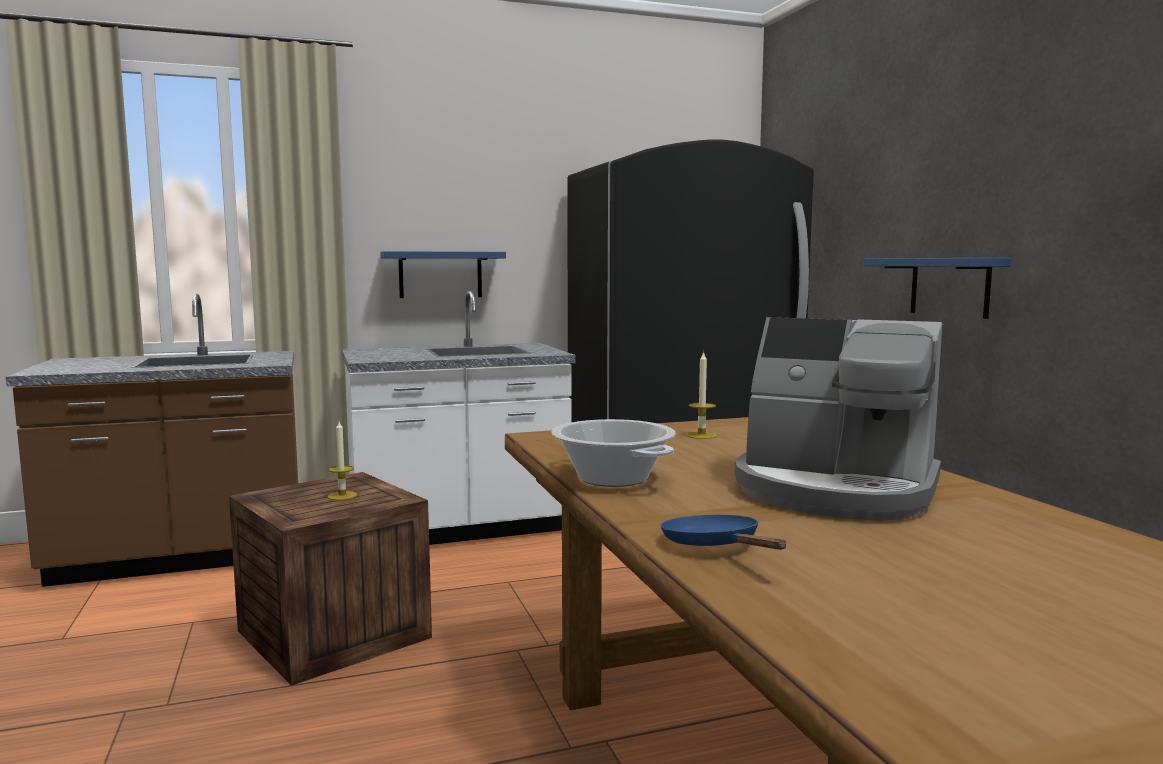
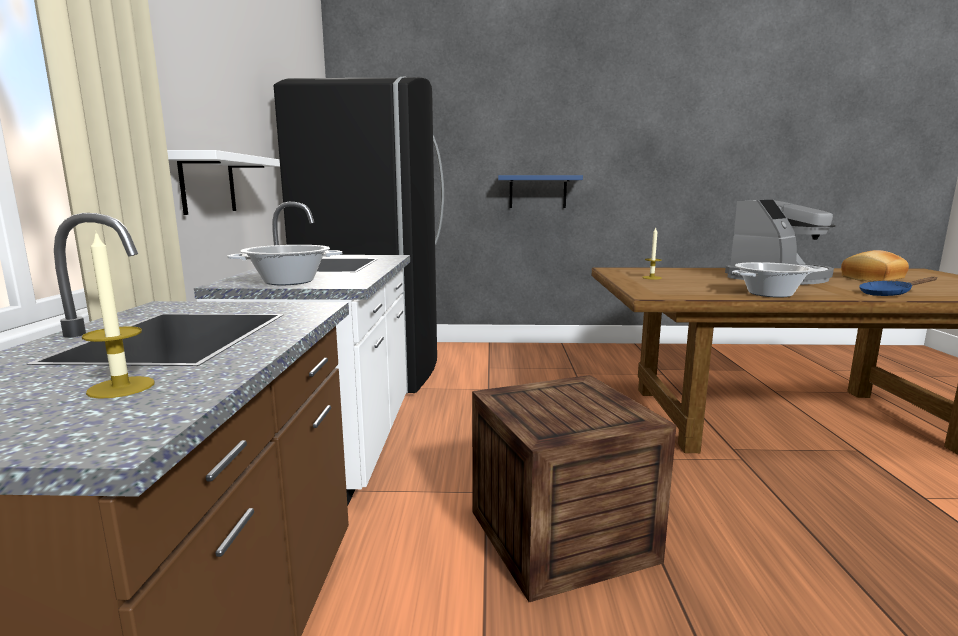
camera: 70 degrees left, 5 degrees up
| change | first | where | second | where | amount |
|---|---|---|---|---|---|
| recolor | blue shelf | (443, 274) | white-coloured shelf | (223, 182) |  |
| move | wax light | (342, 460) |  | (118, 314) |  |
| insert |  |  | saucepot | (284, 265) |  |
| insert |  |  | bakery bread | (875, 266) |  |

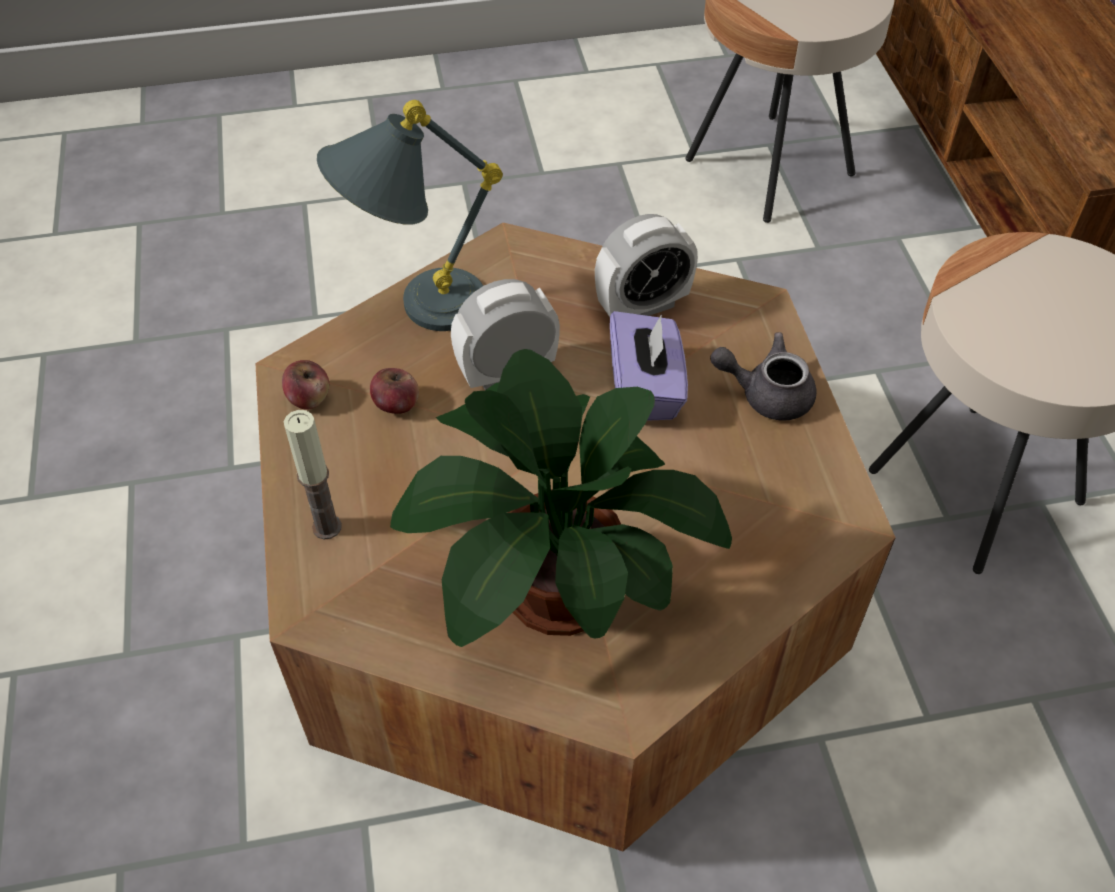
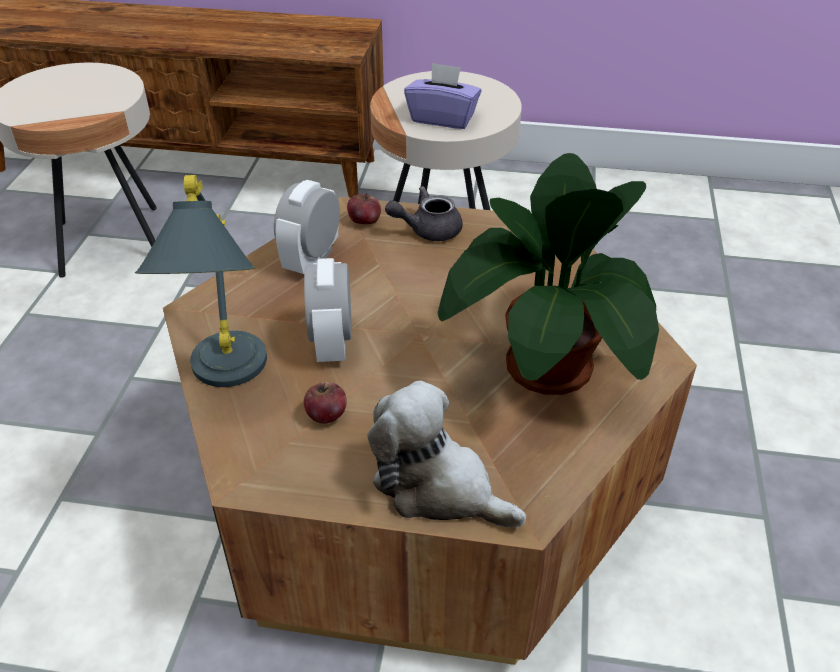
camera: 70 degrees left, 10 degrees down
| change | first | where | second | where | amount |
|---|---|---|---|---|---|
| rotate | bedside clock | (646, 265) |  | (307, 227) | 150 degrees counterclockwise |
| move | purplish tissue box | (649, 366) |  | (443, 95) |  |
| rotate | gray pot for tea | (763, 376) |  | (424, 213) | 45 degrees clockwise |
| move | apple | (305, 385) |  | (364, 208) |  |
| replace | wax light | (313, 475) | cuddly toy | (446, 453) |  |

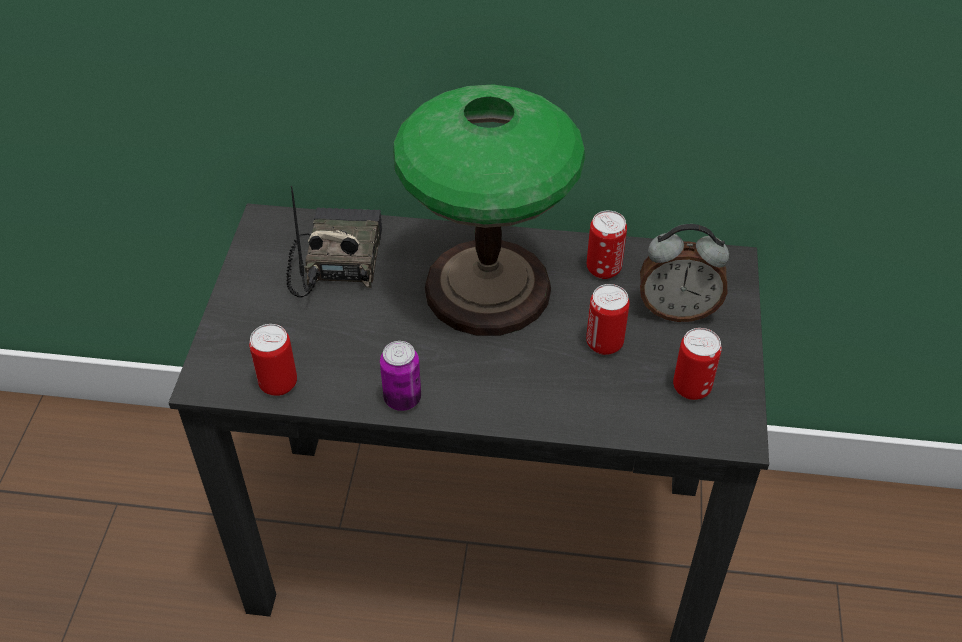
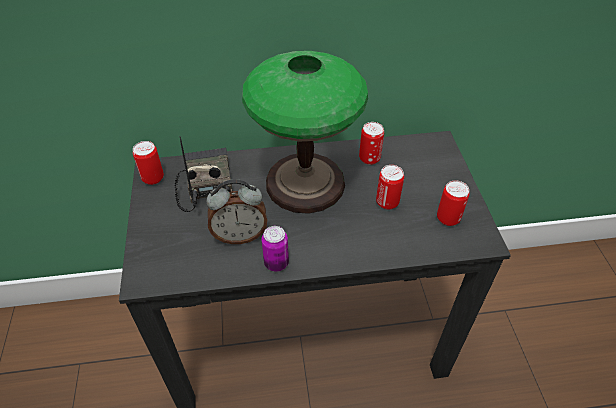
camera: 15 degrees left, 0 degrees up
| change | first | where | second | where | amount |
|---|---|---|---|---|---|
| move | bedside clock | (684, 273) |  | (236, 211) |  |
| move | can | (273, 360) |  | (148, 163) |  |

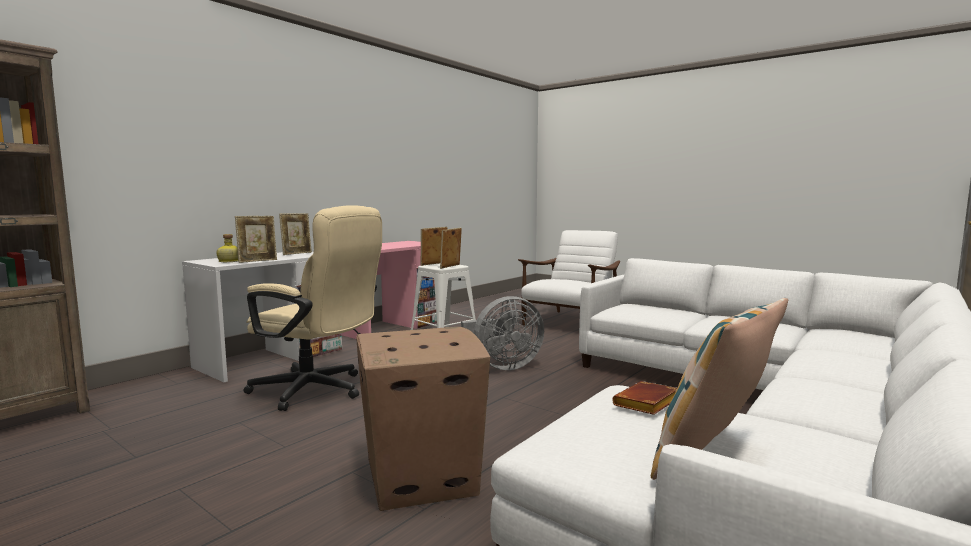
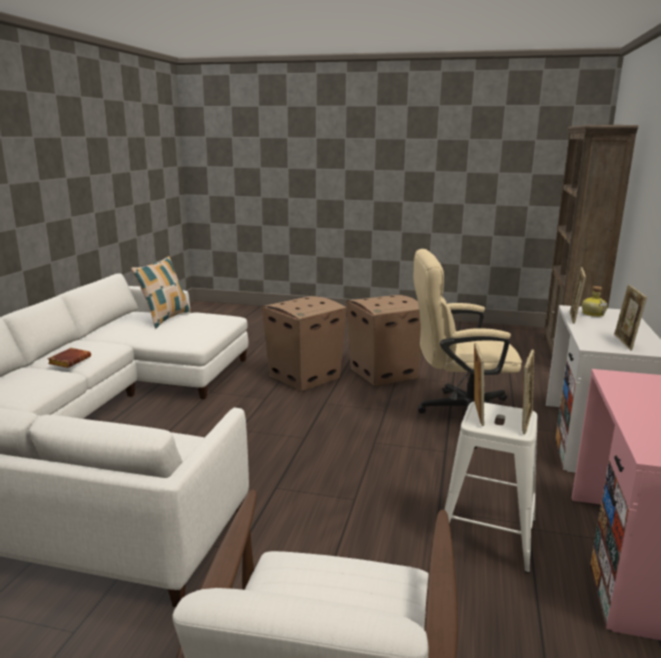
camera: 155 degrees right, 10 degrees up
| change | first | where | second | where | amount |
|---|---|---|---|---|---|
| delete | gray fan | (502, 333) |  |  |  |
| move | brown bound book | (644, 398) |  | (69, 358) |  |
| insert |  |  | carton | (384, 340) |  |

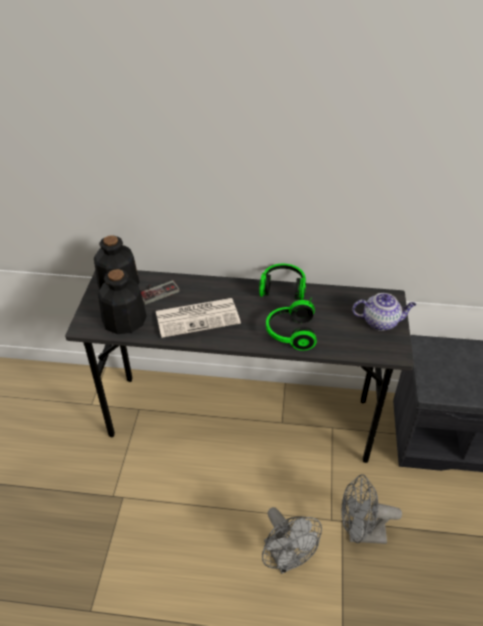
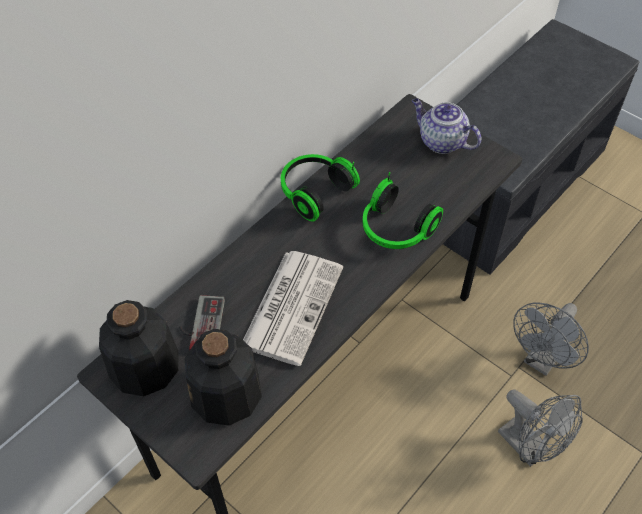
camera: 55 degrees left, 10 degrees up
| change | first | where | second | where | amount |
|---|---|---|---|---|---|
| rotate | pot for tea | (384, 312) |  | (447, 126) | 90 degrees counterclockwise |
| rotate | gray fan | (292, 540) |  | (540, 428) | 45 degrees clockwise |

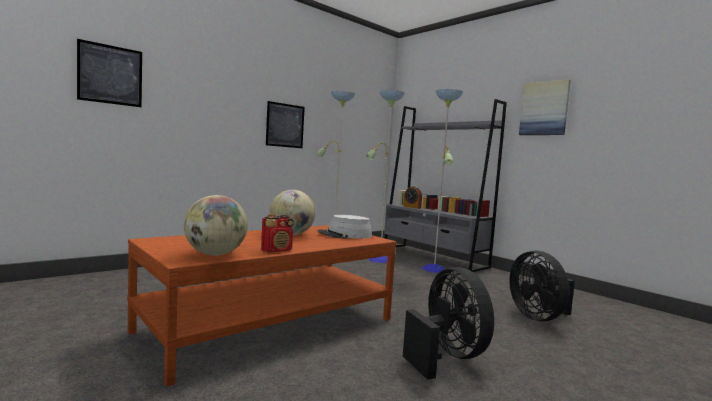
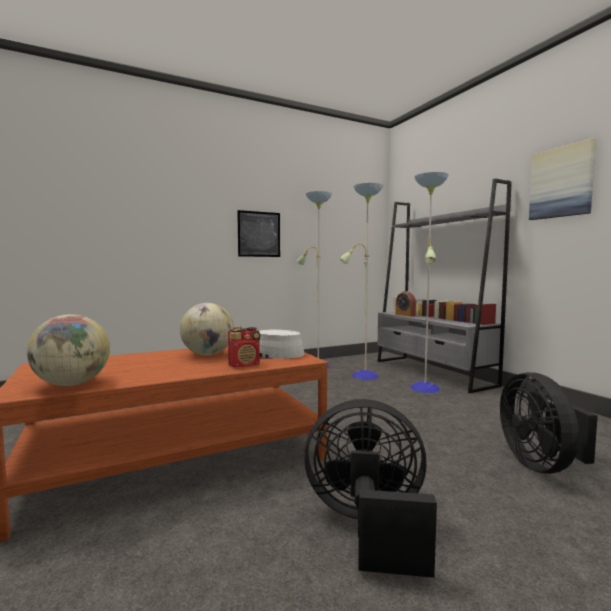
camera: 15 degrees right, 0 degrees up
| change | first | where | second | where | amount |
|---|---|---|---|---|---|
| delete | picture | (109, 73) |  |  |  |
| move | radio | (277, 233) |  | (244, 346) |  |
| rotate | black-coloured fan | (448, 323) |  | (370, 488) | 75 degrees counterclockwise |

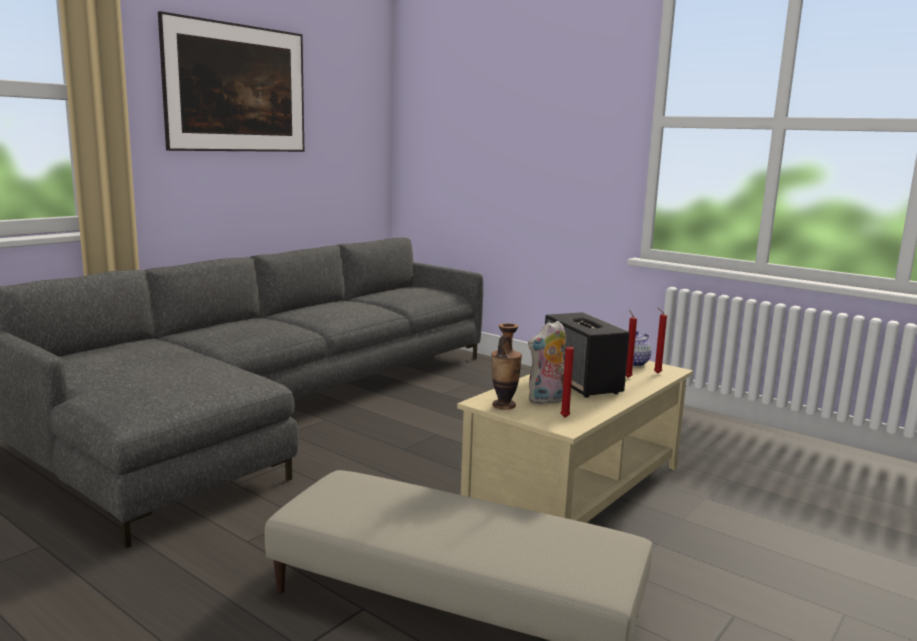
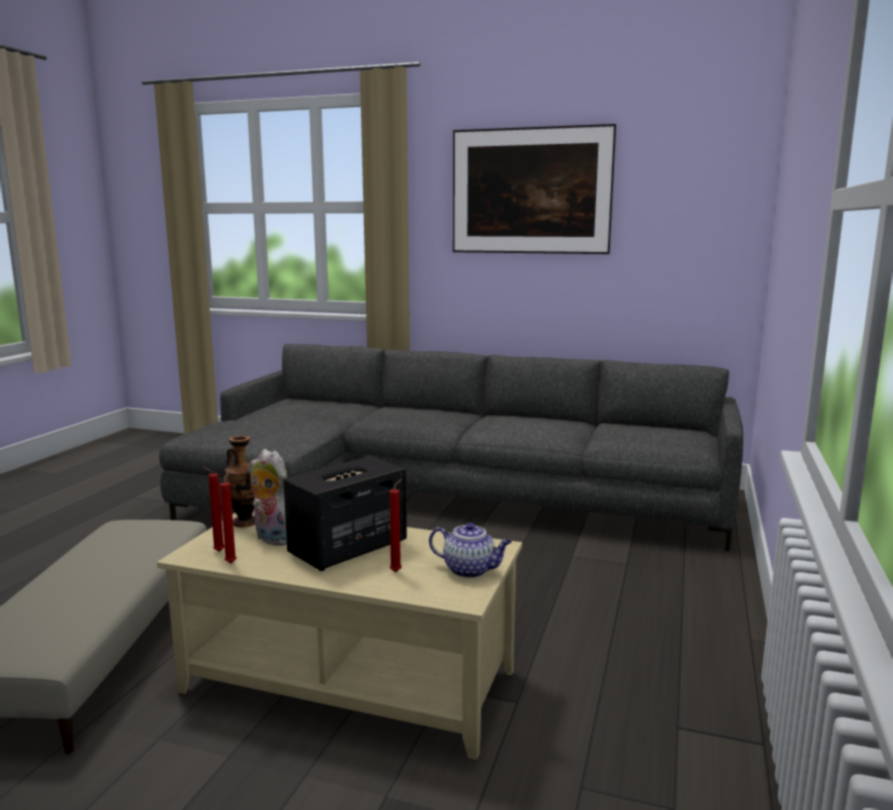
camera: 70 degrees right, 0 degrees up
| change | first | where | second | where | amount |
|---|---|---|---|---|---|
| move | reddish wax light | (660, 340) |  | (228, 517) |  |

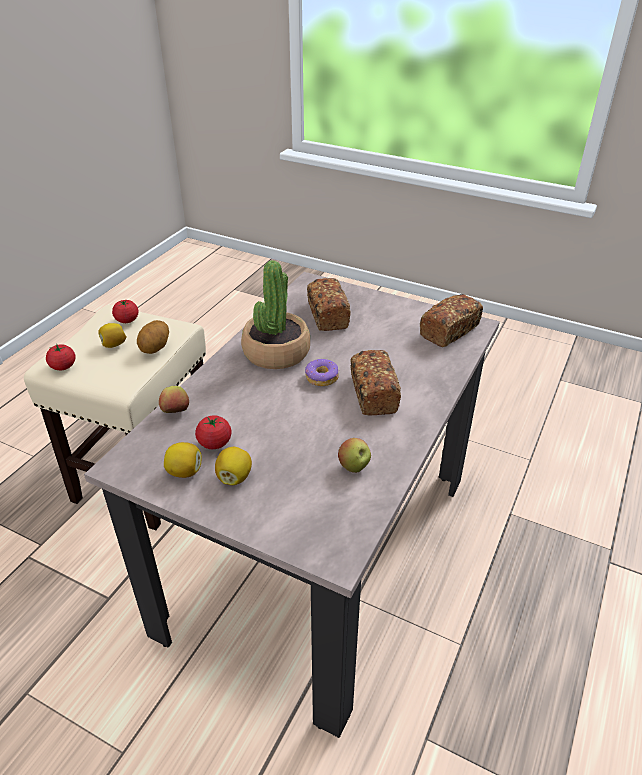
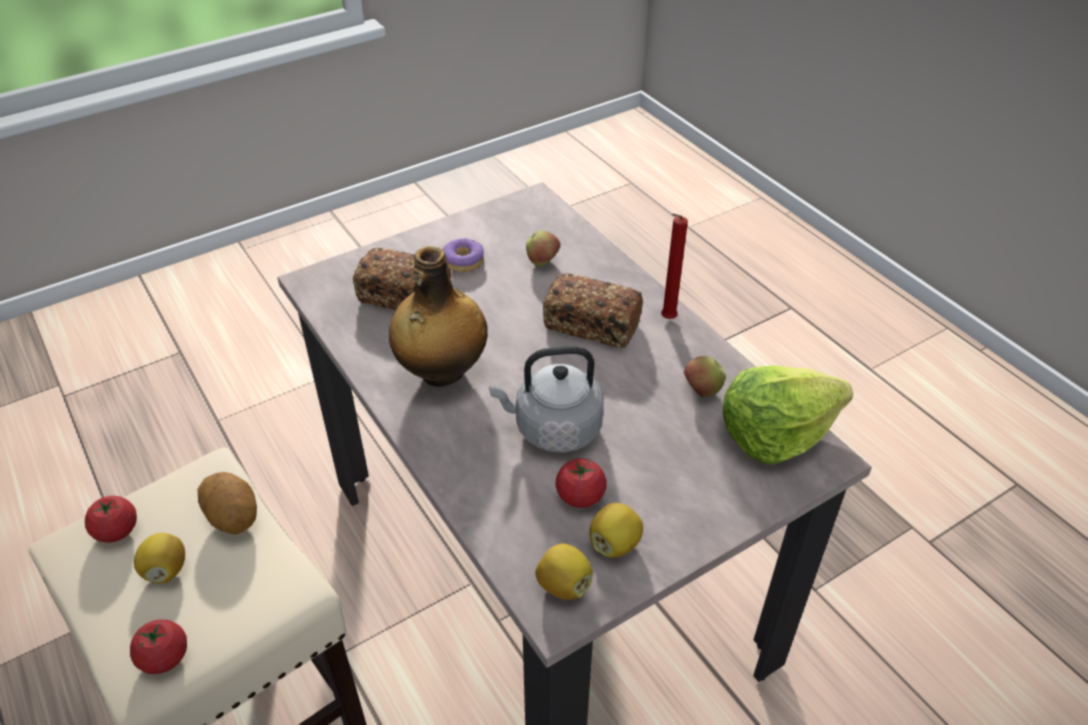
camera: 60 degrees left, 5 degrees up
| change | first | where | second | where | amount |
|---|---|---|---|---|---|
| replace | plant in a pot | (275, 314) | drink bottle | (438, 316) |  |
| delete | bakery bread | (451, 320) |  |  |  |
| move | doughnut | (322, 372) |  | (463, 255) |  |
| move | apple | (174, 399) |  | (543, 249) |  |
| move | whole lemon | (233, 466) |  | (564, 571) |  |
| insert |  |  | reddish wax light | (674, 266) |  |
| insert |  |  | gray water kettle | (546, 399) |  |
| insert |  |  | lettuce head | (788, 414) |  |

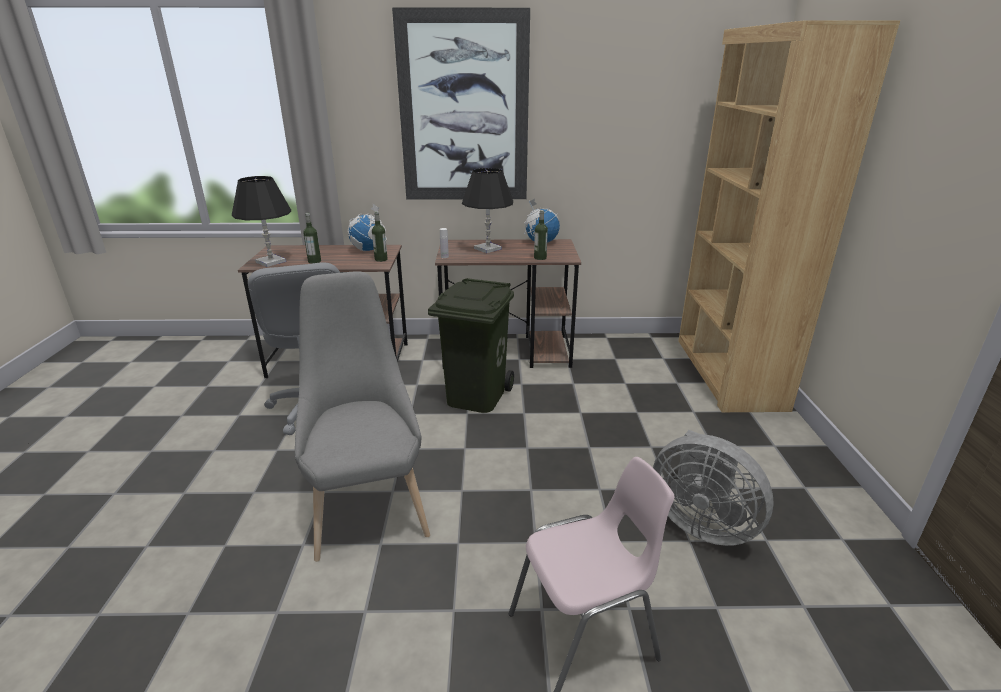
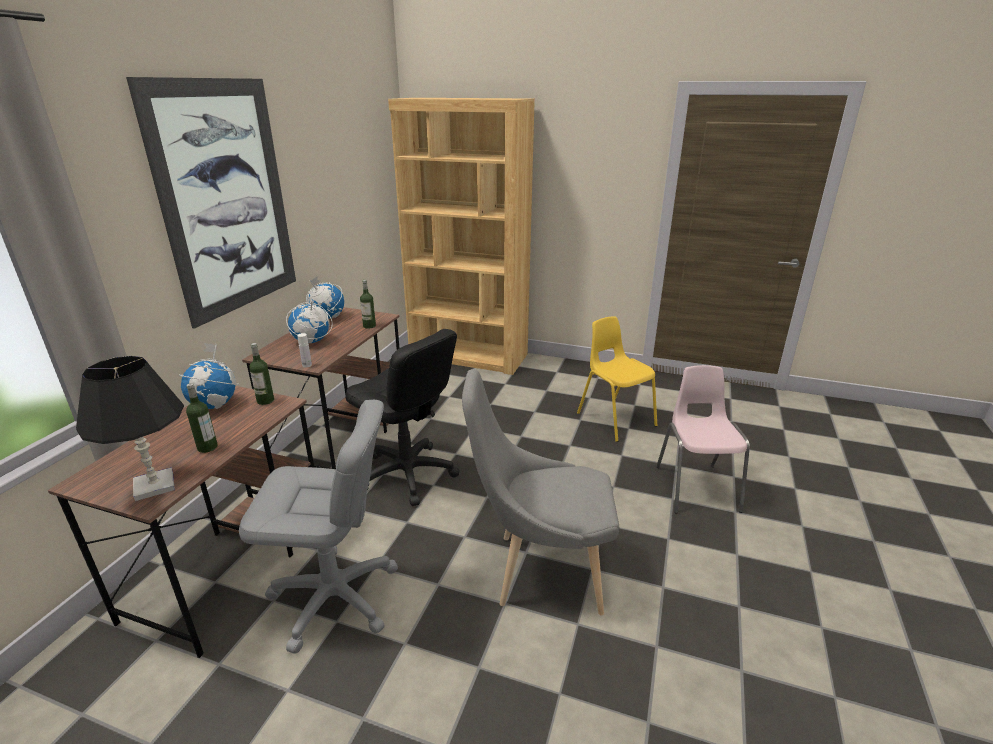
camera: 70 degrees left, 0 degrees up
| change | first | where | second | where | amount |
|---|---|---|---|---|---|
| replace | black-coloured tabletop lamp | (487, 210) | globe | (309, 321) |  |
| replace | green-coloured waste bin | (471, 345) | black-coloured computer chair | (402, 417) |  |
| replace | gray fan | (713, 488) | yellowish chair | (617, 379) |  |

